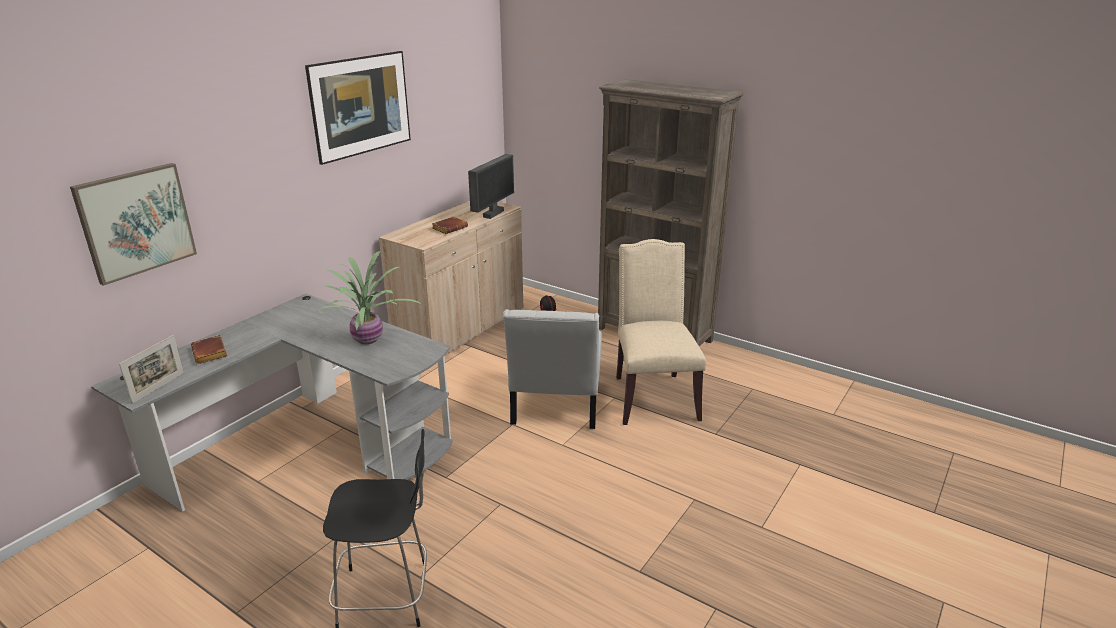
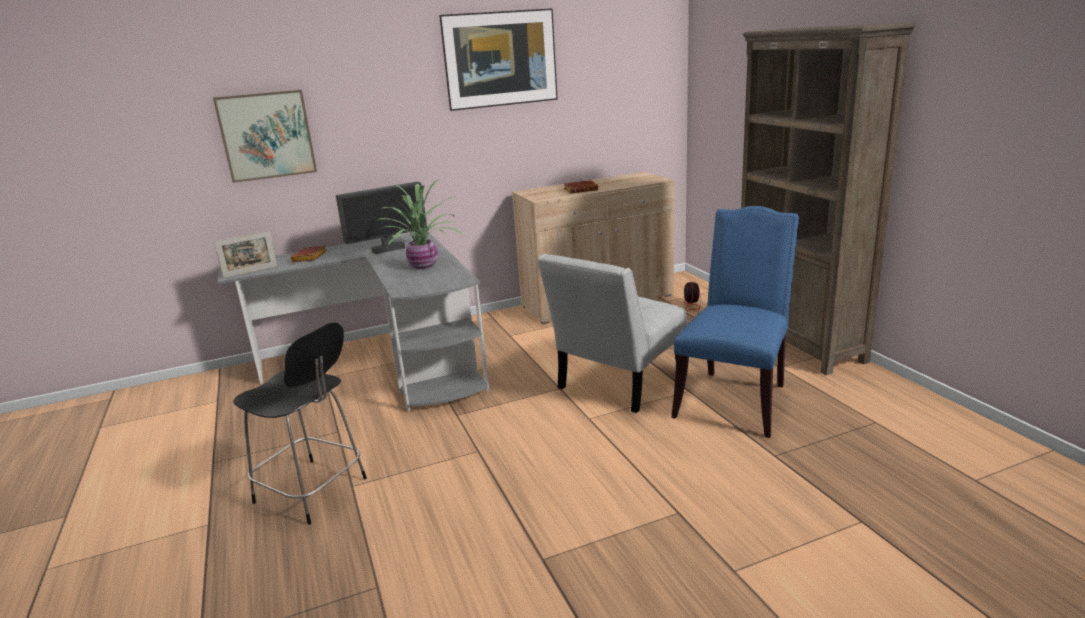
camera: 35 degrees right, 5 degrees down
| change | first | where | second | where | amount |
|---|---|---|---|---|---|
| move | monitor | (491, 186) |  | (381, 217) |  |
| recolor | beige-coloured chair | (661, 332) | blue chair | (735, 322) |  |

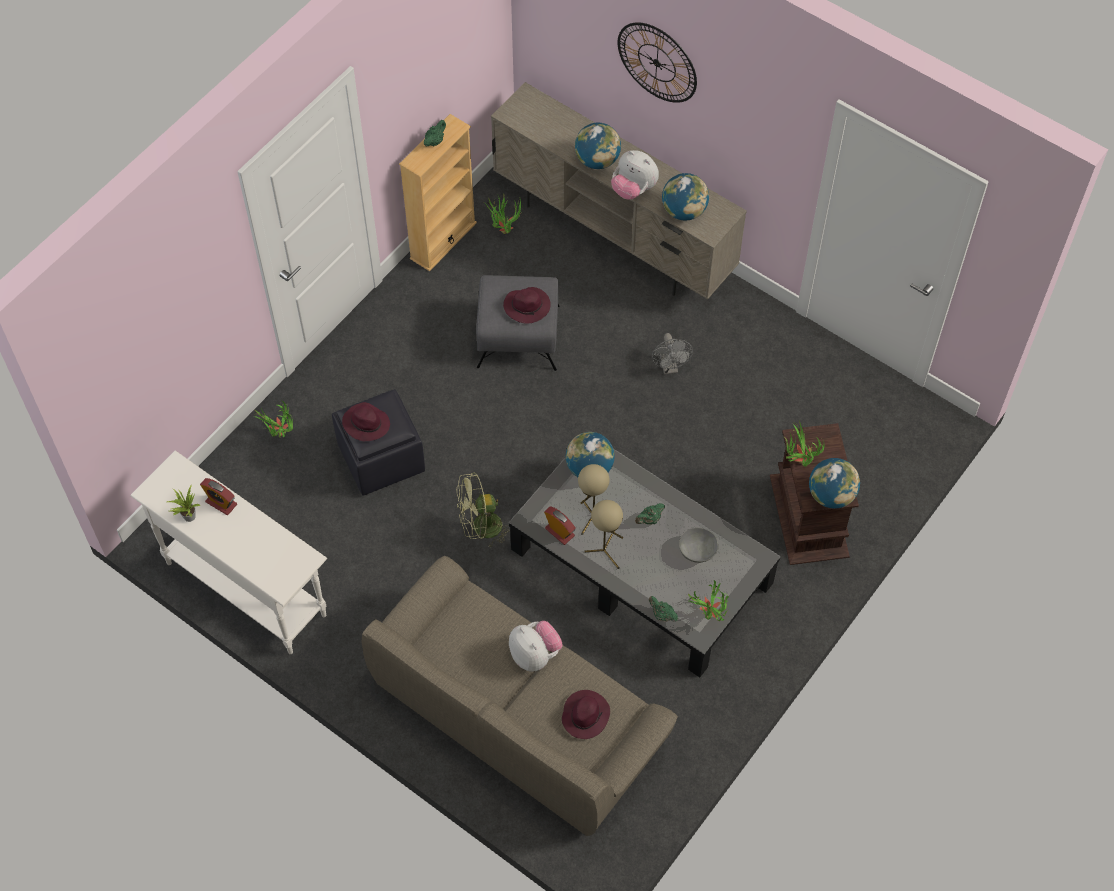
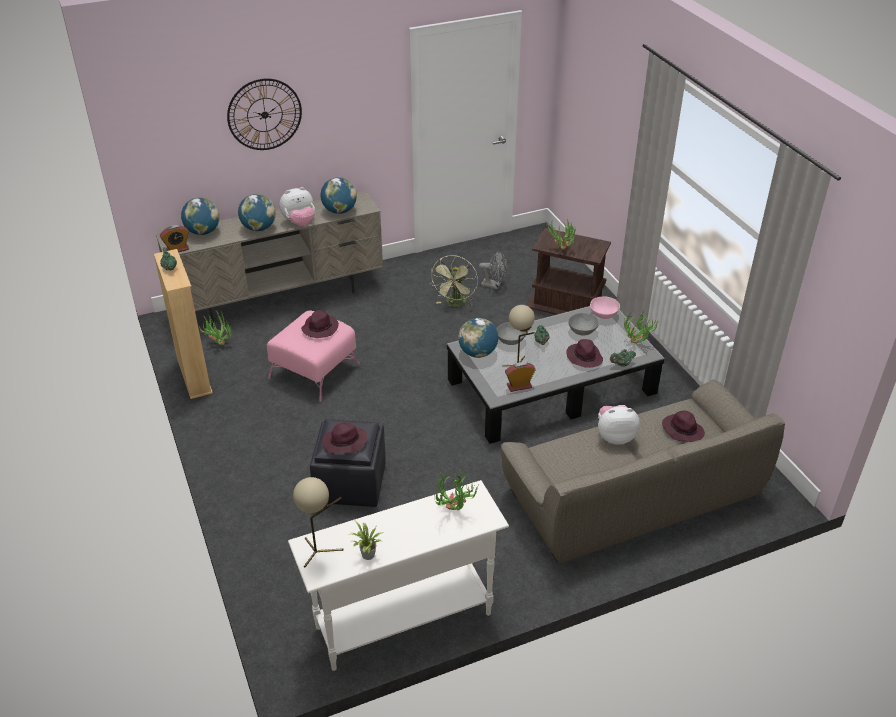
camera: 60 degrees left, 20 degrees down
| change | first | where | second | where | amount |
|---|---|---|---|---|---|
| recolor | gray pouffe | (517, 323) | pink-coloured pouffe | (313, 356) |  |
| move | gray fan | (672, 353) |  | (493, 270) |  |
| move | plant in a pot | (273, 419) |  | (456, 490) |  |
| move | globe | (834, 483) |  | (200, 216) |  |
| move | green-coloured fan | (483, 510) |  | (454, 281) |  |
| move | bedside clock | (218, 496) |  | (174, 238) |  |
| move | beige-coloured tabletop lamp | (604, 534) |  | (318, 522) |  |
| insert |  |  | pink-coloured bowl | (605, 307) |  |
| insert |  |  | gray bowl | (511, 333) |  |
| insert |  |  | purplish hat | (584, 353) |  |

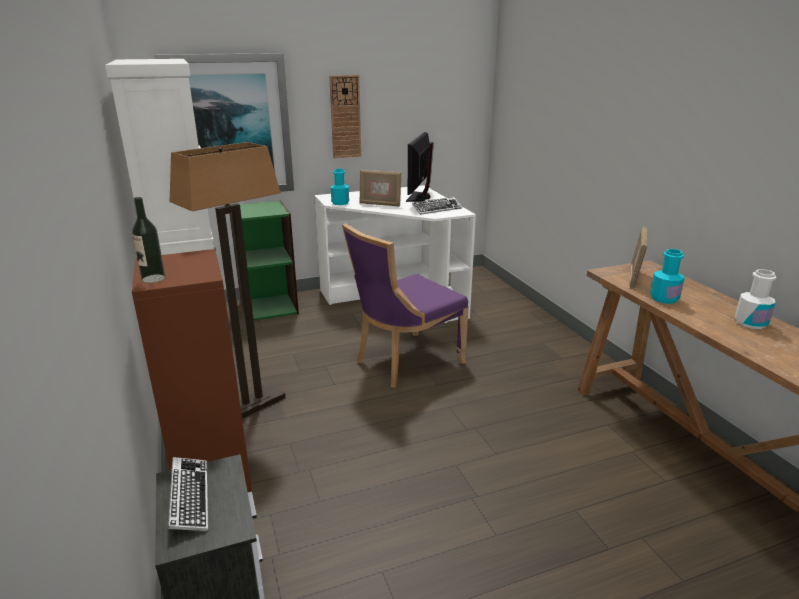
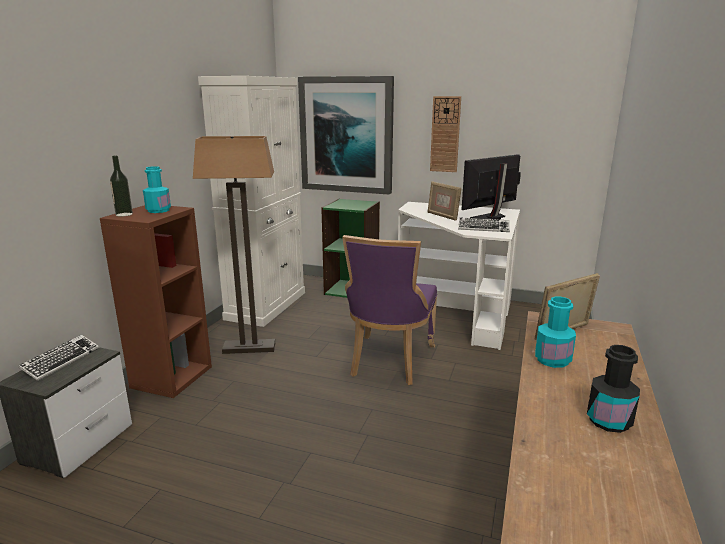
camera: 40 degrees right, 5 degrees down
| change | first | where | second | where | amount |
|---|---|---|---|---|---|
| move | turquoise-coloured drink bottle | (340, 187) |  | (157, 189) |  |
| rotate | purplish chair | (405, 305) |  | (389, 310) | 75 degrees counterclockwise |
| recolor | white-coloured drink bottle | (755, 299) | black-coloured drink bottle | (613, 389) |  |

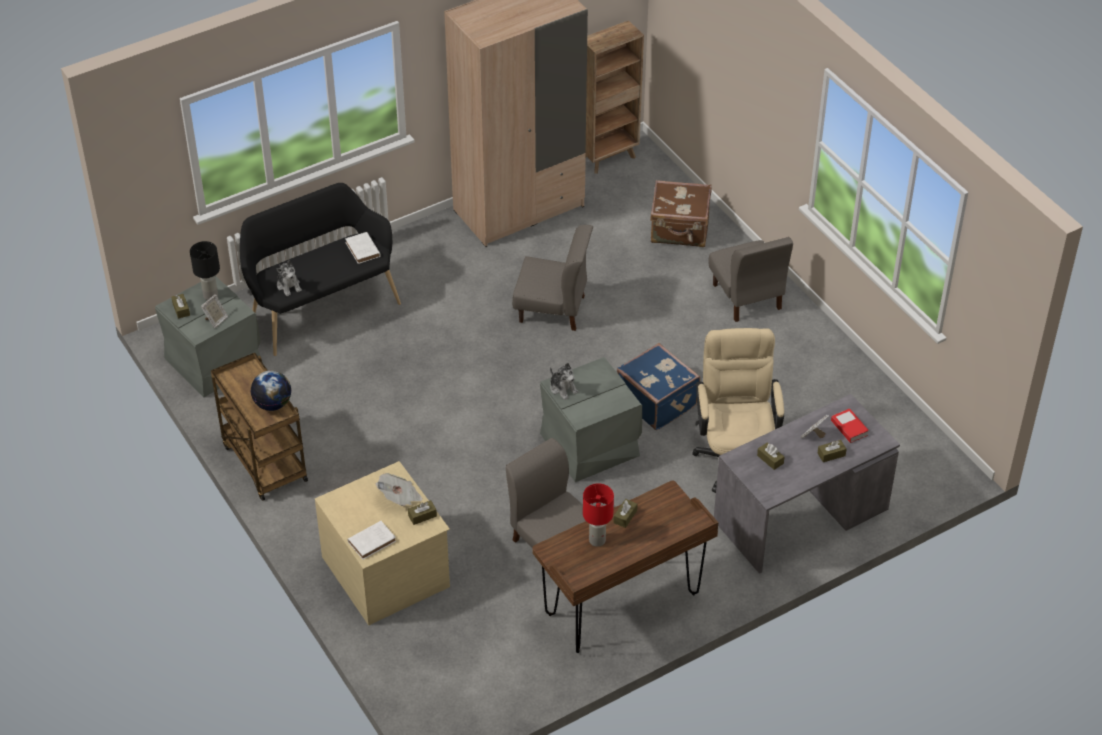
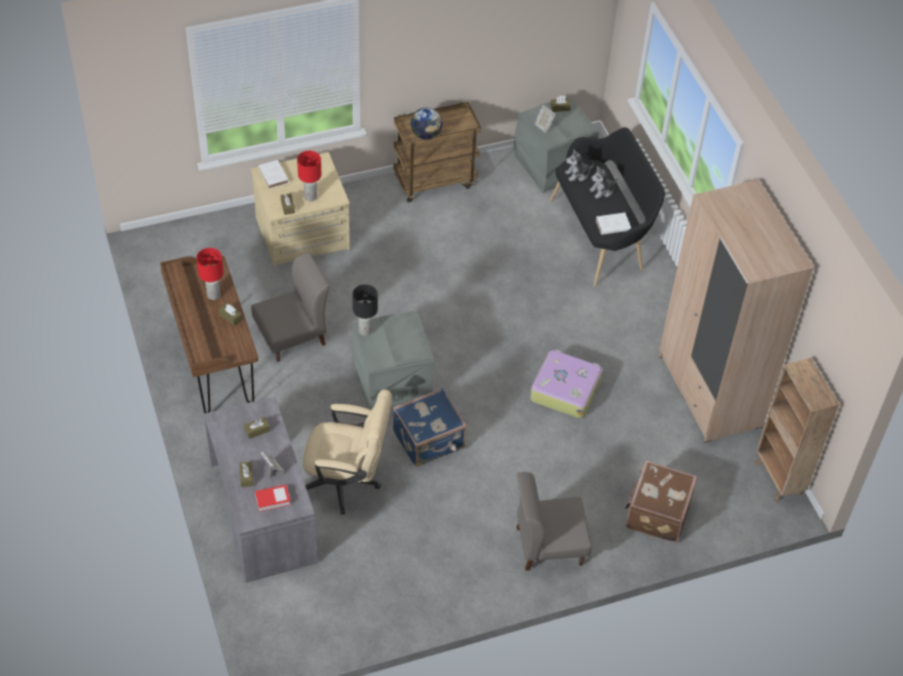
camera: 100 degrees right, 5 degrees up
| change | first | where | second | where | amount |
|---|---|---|---|---|---|
| replace | gray chair | (552, 278) | piece of luggage | (566, 384) |  |
| move | black-coloured tabletop lamp | (205, 270) |  | (365, 310) |  |
| move | cuddly toy | (564, 381) |  | (603, 182) |  |
| replace | printed paper | (399, 489) | reddish tabletop lamp | (309, 176) |  |

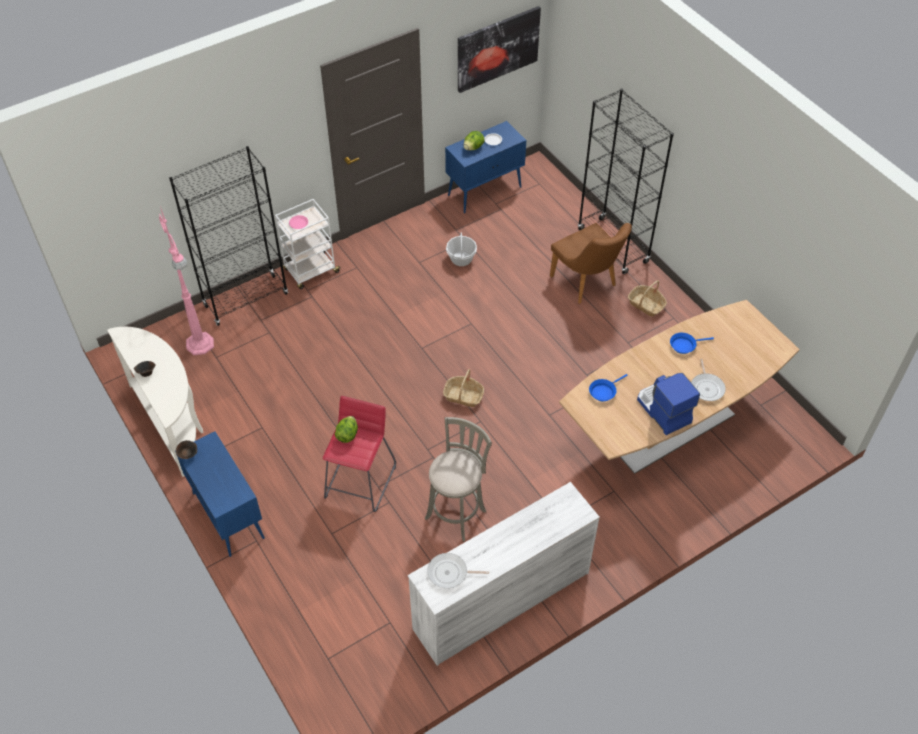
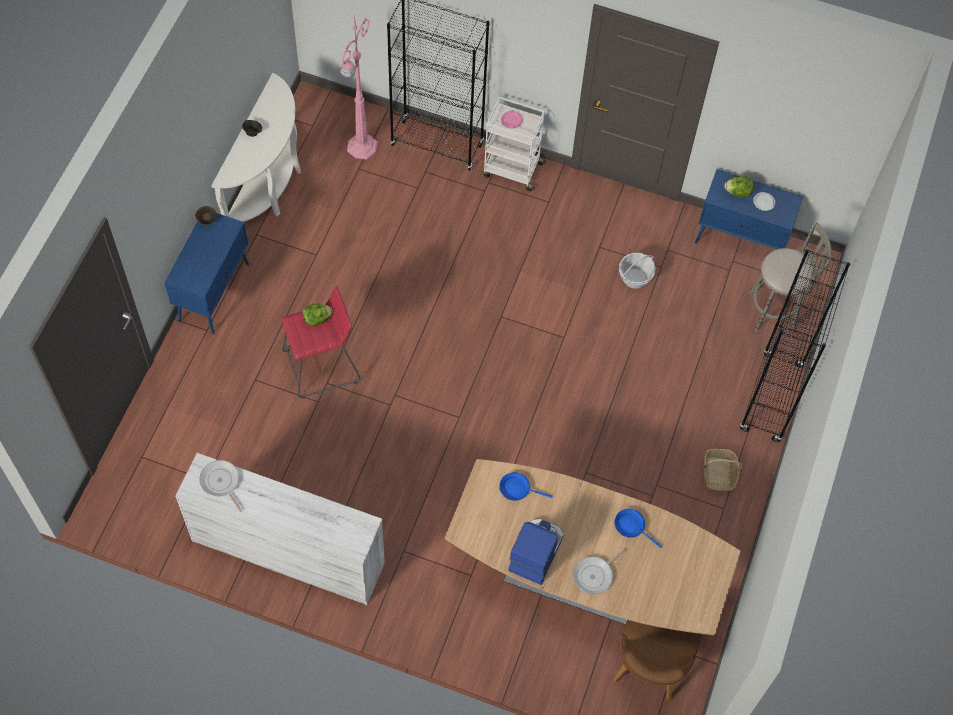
camera: 50 degrees right, 10 degrees up
| change | first | where | second | where | amount |
|---|---|---|---|---|---|
| delete | picture | (499, 49) |  |  |  |
| move | brown chair | (591, 263) |  | (657, 661) |  |
| delete | basket | (463, 388) |  |  |  |
| move | gray sitting stool | (458, 479) |  | (790, 277) |  |

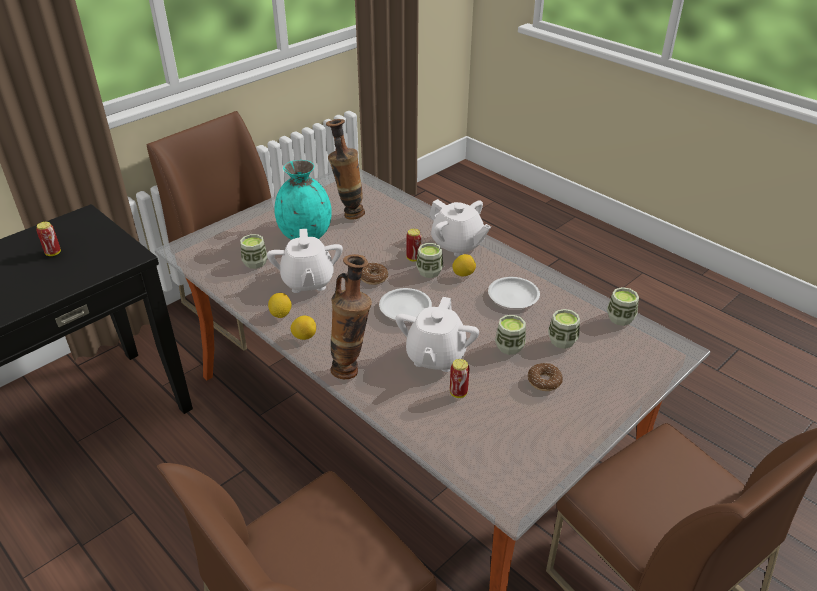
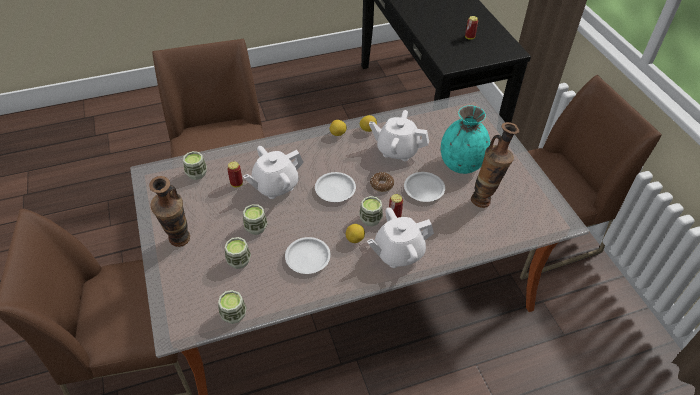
camera: 115 degrees right, 10 degrees up
| change | first | where | second | where | amount |
|---|---|---|---|---|---|
| move | small cup | (253, 251) |  | (195, 165) |  |
| move | vase | (351, 316) |  | (169, 211) |  |
| rotate | white-coloured pot for tea | (437, 334) |  | (273, 172) | 75 degrees counterclockwise |
| delete | doughnut | (545, 377) |  |  |  |
| insert |  |  | white-coloured dinner plate | (424, 187) |  |

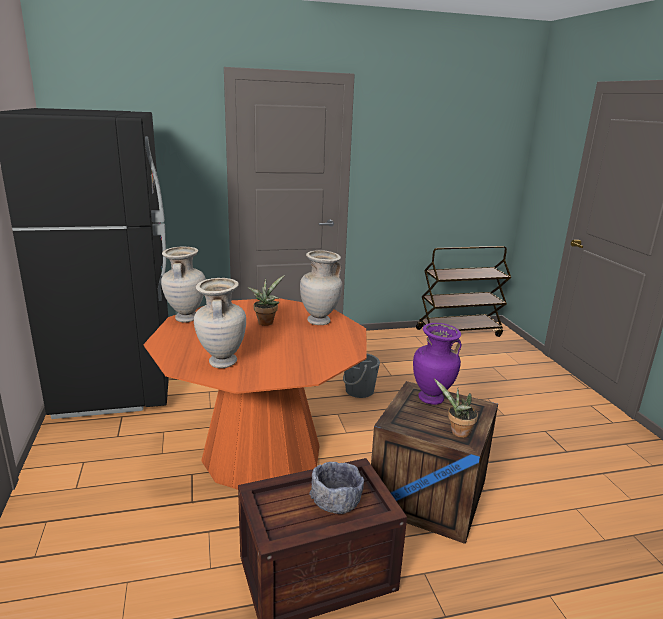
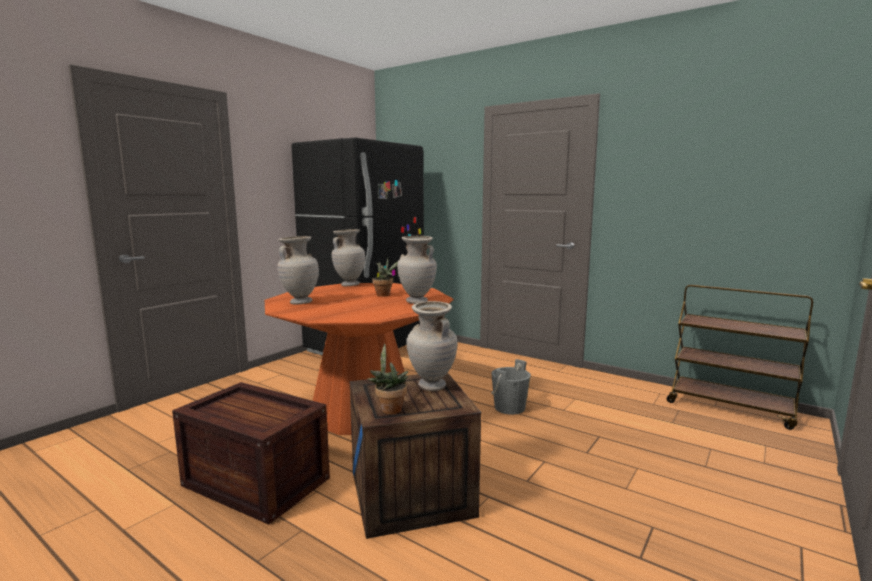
camera: 50 degrees right, 10 degrees down
| change | first | where | second | where | amount |
|---|---|---|---|---|---|
| recolor | purplish vase | (437, 364) | beige-coloured vase | (432, 346) |  |
| delete | gray bowl | (336, 488) |  |  |  |

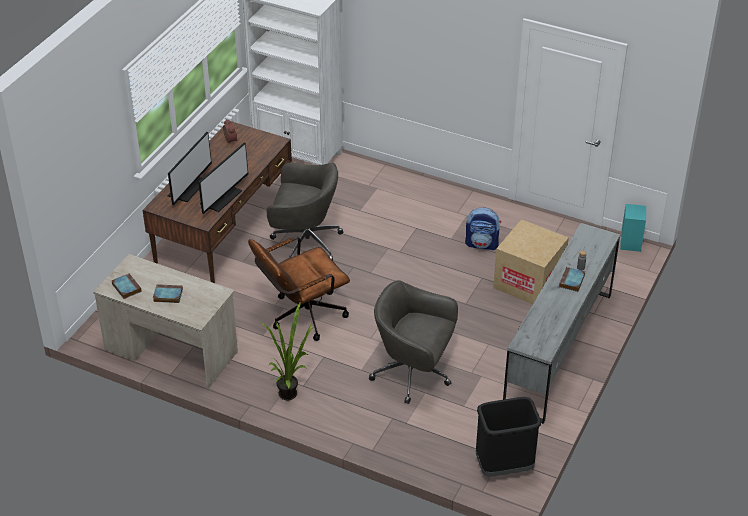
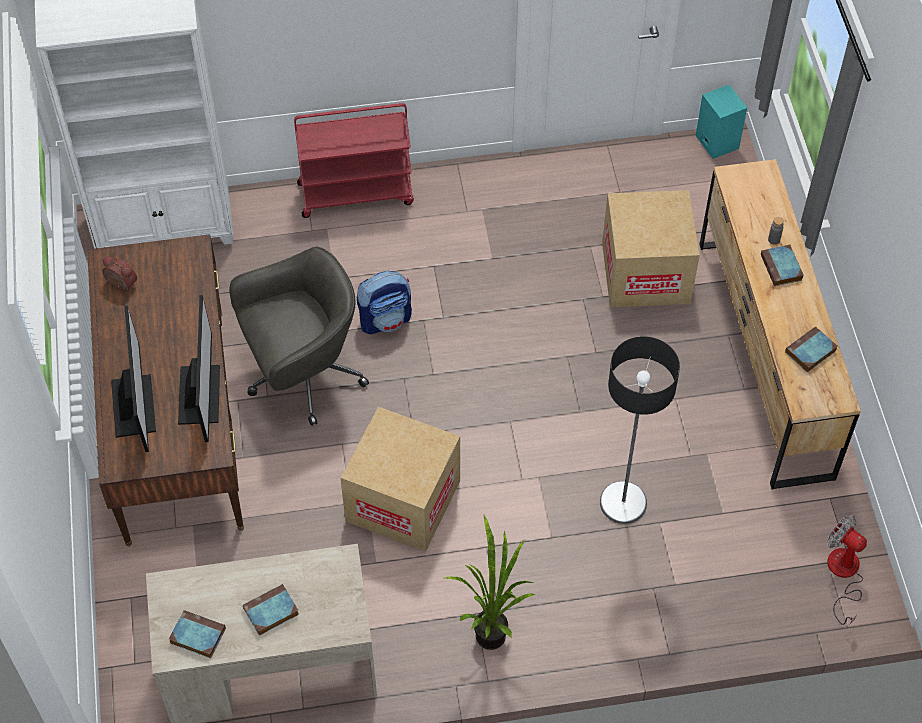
camera: 35 degrees left, 15 degrees up
| change | first | where | second | where | amount |
|---|---|---|---|---|---|
| move | rucksack | (483, 228) |  | (384, 302) |  |
| recolor | gray dresser | (561, 323) | brown dresser | (780, 324) |  |
| replace | brown computer chair | (299, 288) | carton | (400, 479) |  |
| replace | gray computer chair | (413, 342) | floor lamp | (640, 430) |  |
| replace | black-coloured waste bin | (508, 437) | fan | (847, 570) |  |
| insert |  |  | reddish wheeled cart | (354, 160) |  |
| insert |  |  | bound book | (811, 349) |  |

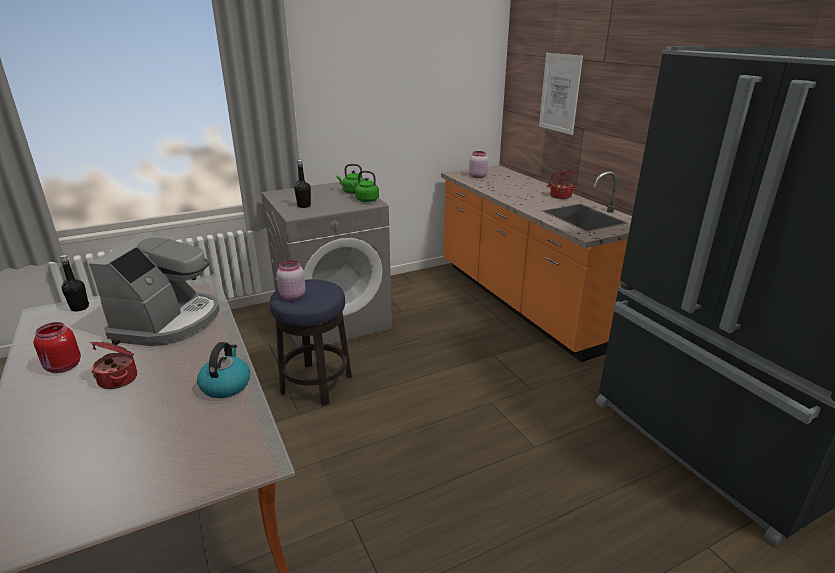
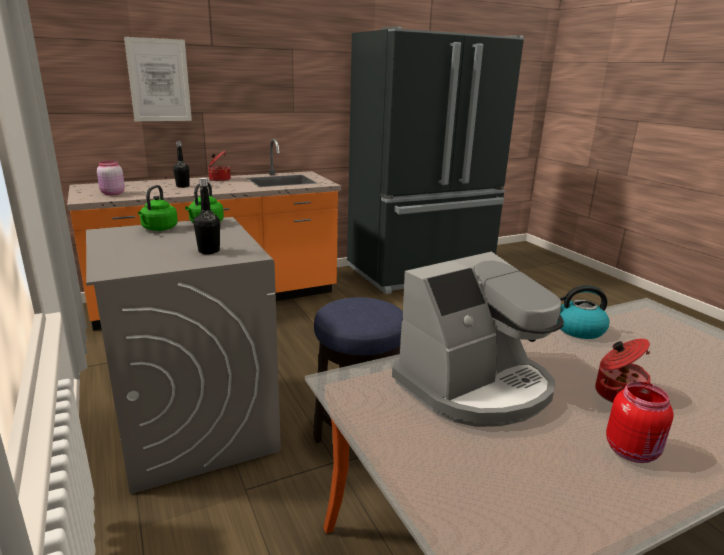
camera: 90 degrees left, 5 degrees down
| change | first | where | second | where | amount |
|---|---|---|---|---|---|
| rotate | coffee machine | (154, 289) |  | (478, 339) | 135 degrees clockwise |
| move | black-coloured drink bottle | (74, 283) |  | (181, 164) |  |
| delete | pink-coloured preserve jar | (291, 280) |  |  |  |

